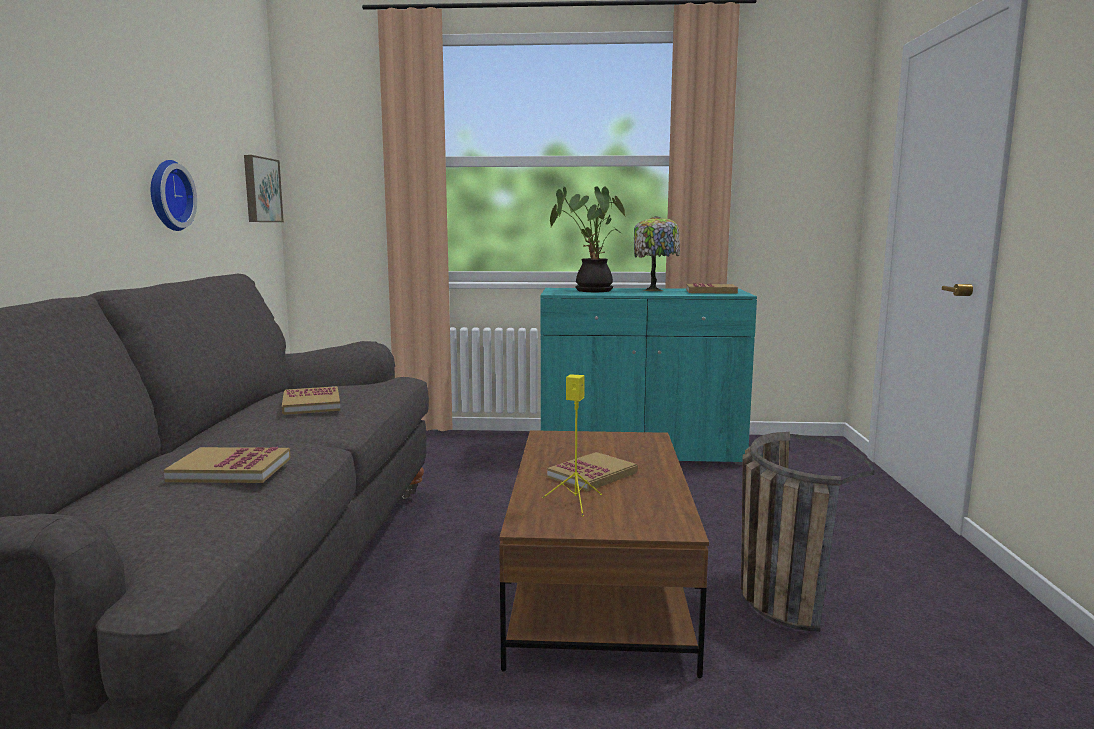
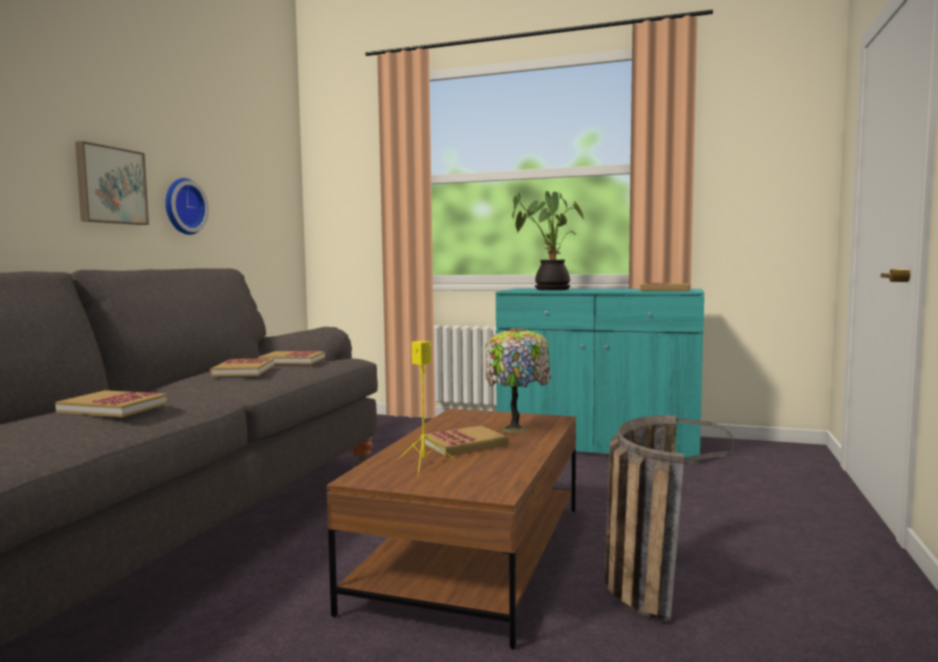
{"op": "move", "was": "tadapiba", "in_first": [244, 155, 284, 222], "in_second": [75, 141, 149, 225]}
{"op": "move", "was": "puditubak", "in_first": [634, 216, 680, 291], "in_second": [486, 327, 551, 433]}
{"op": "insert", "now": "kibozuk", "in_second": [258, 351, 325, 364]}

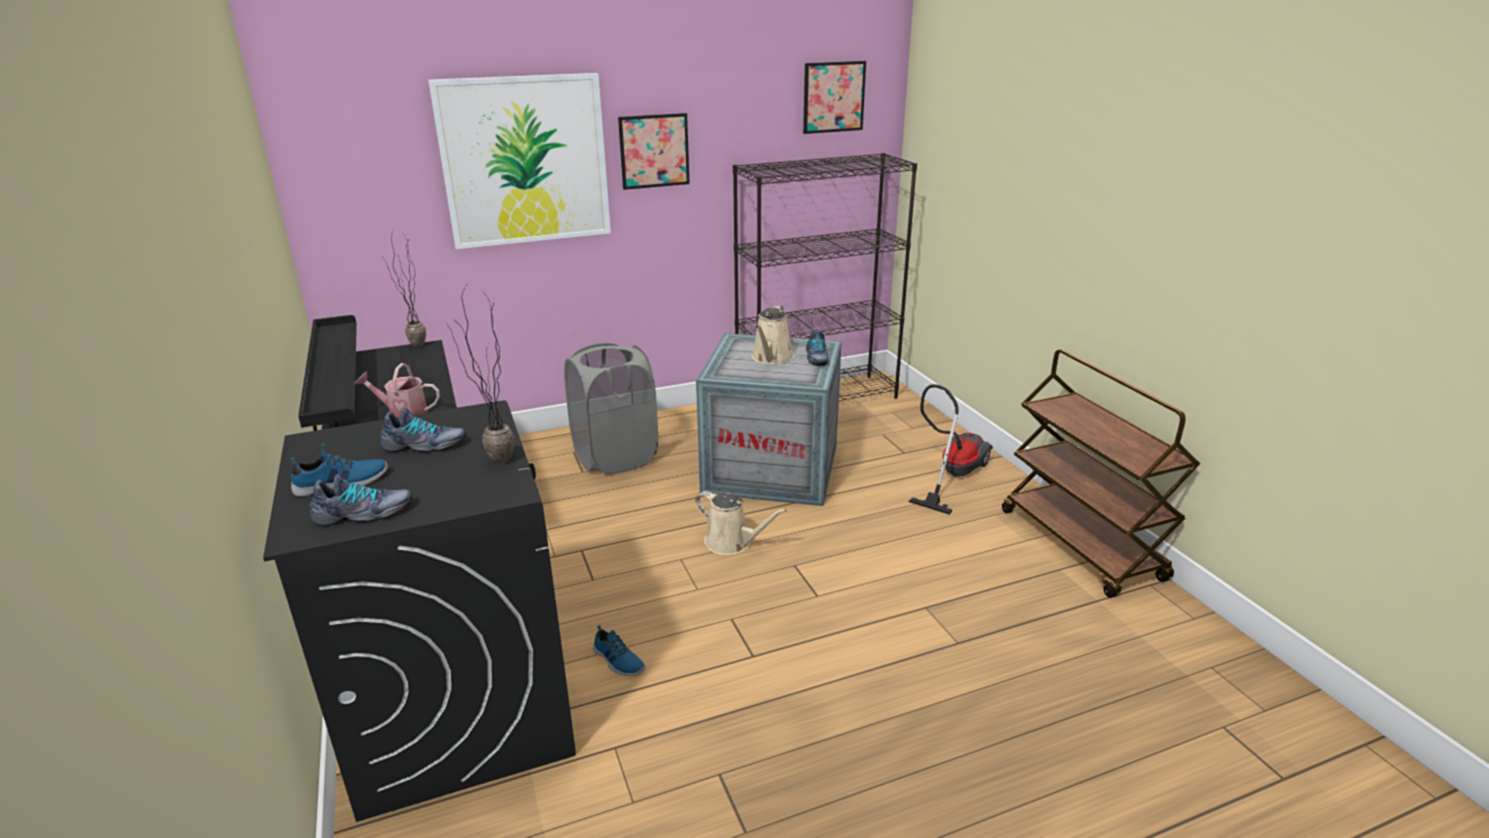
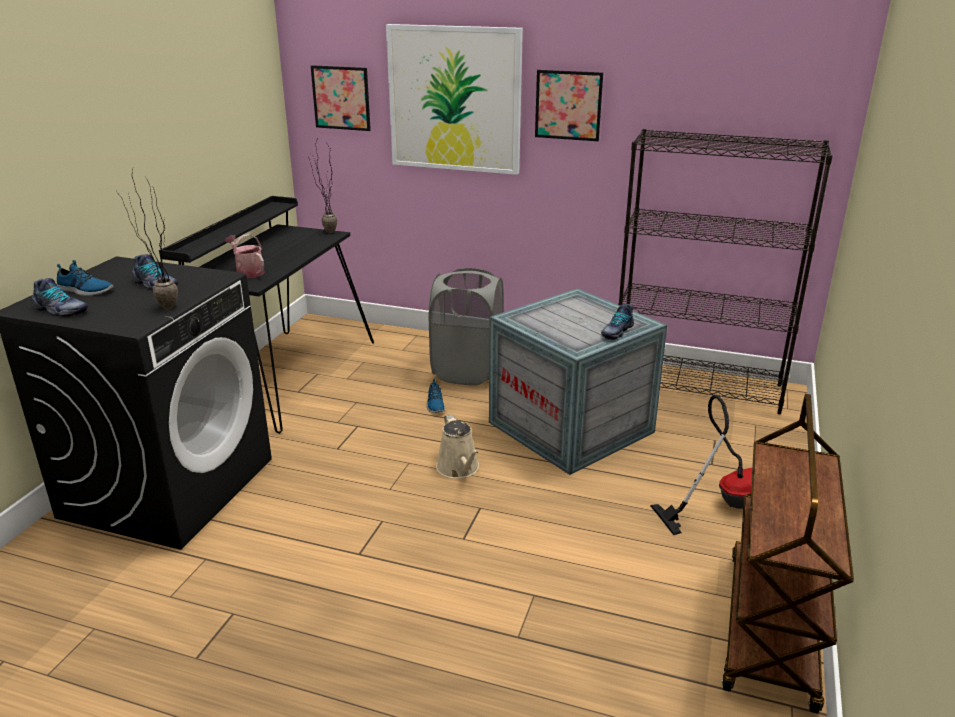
{"op": "move", "was": "tadapiba", "in_first": [803, 61, 866, 134], "in_second": [311, 65, 371, 131]}
{"op": "delete", "was": "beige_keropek", "in_first": [751, 306, 794, 365]}
{"op": "move", "was": "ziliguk", "in_first": [593, 625, 645, 676], "in_second": [426, 378, 445, 413]}

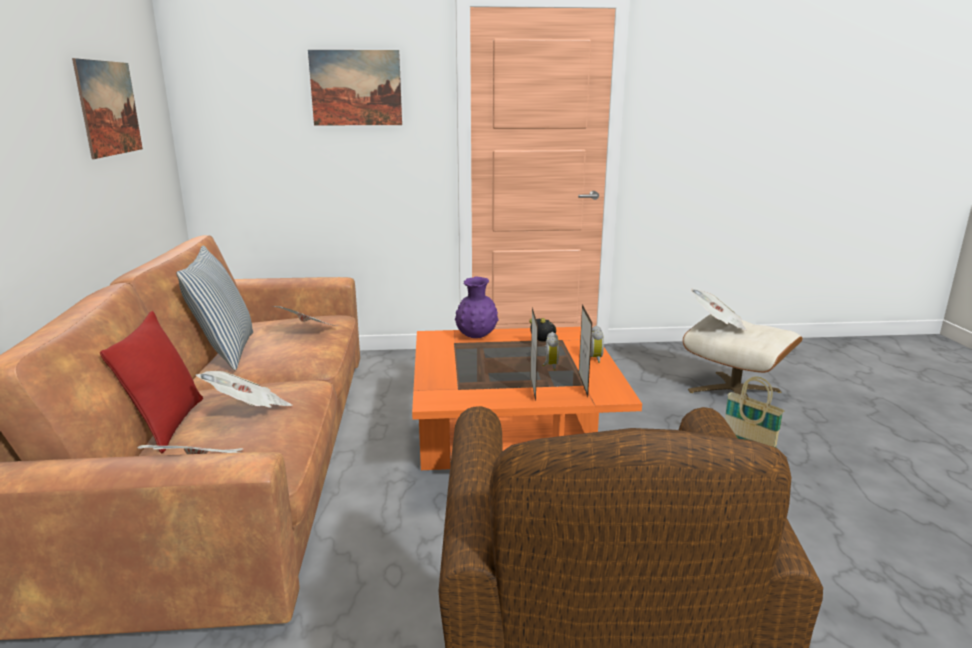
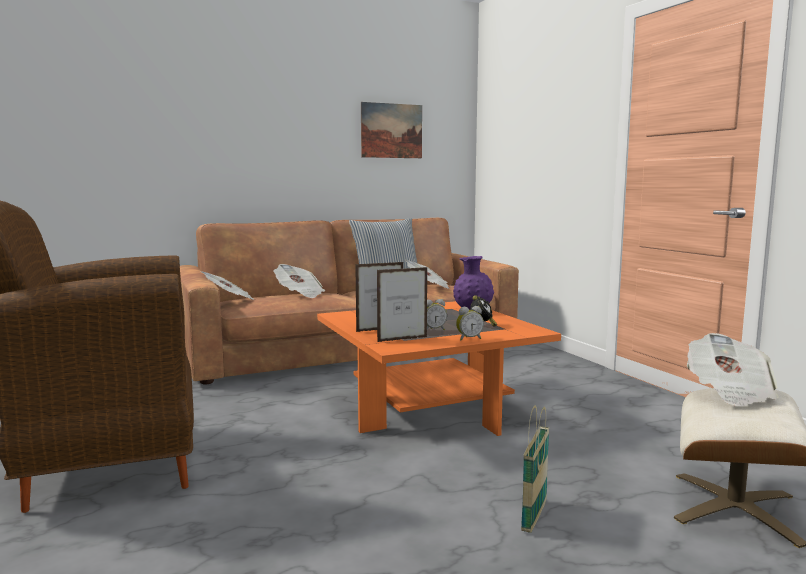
{"op": "delete", "was": "tadapiba", "in_first": [308, 50, 402, 125]}
{"op": "delete", "was": "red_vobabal", "in_first": [100, 311, 203, 453]}

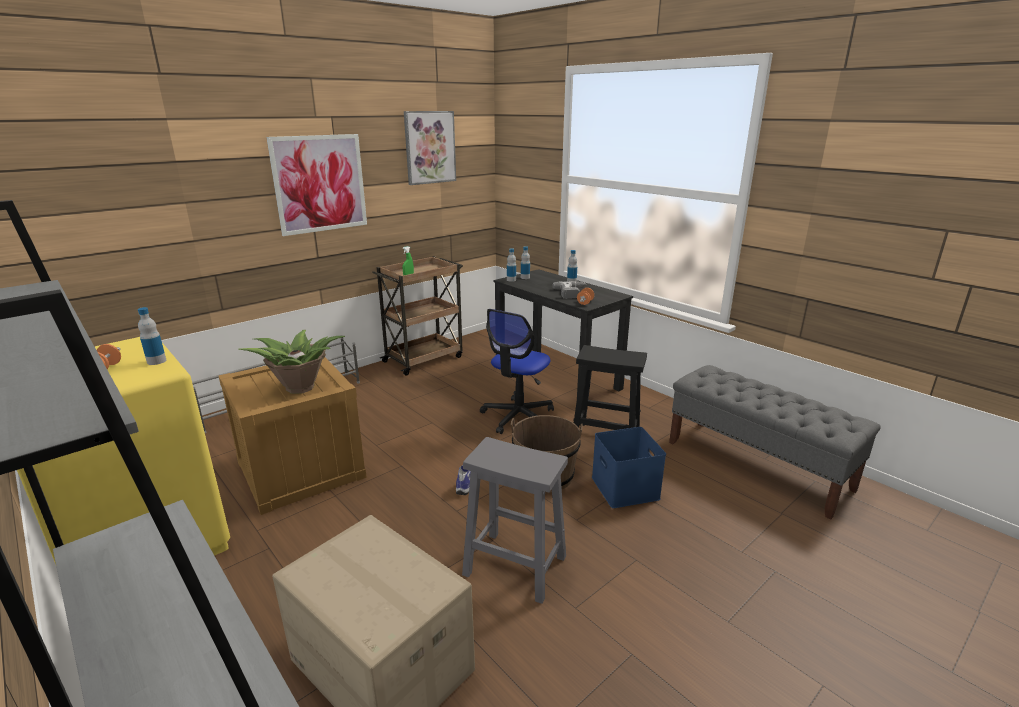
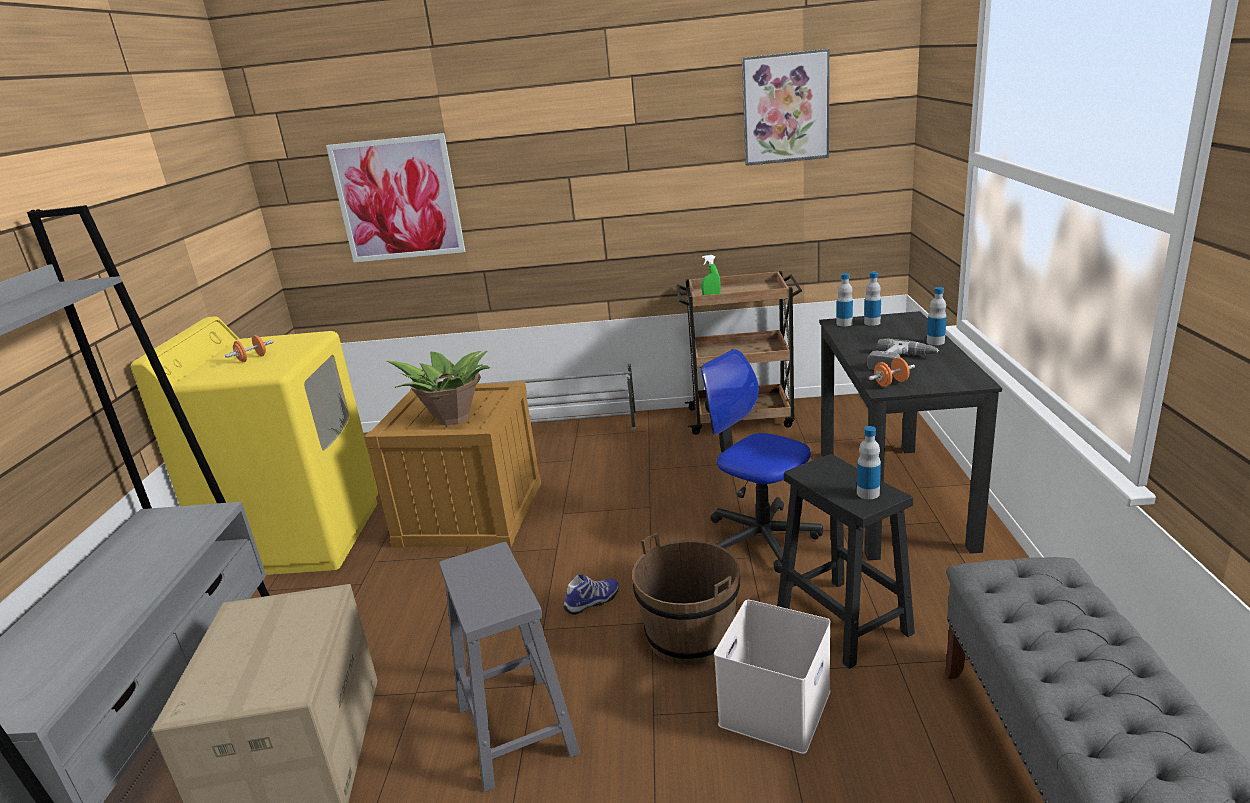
{"op": "move", "was": "tadapiba", "in_first": [266, 134, 367, 236], "in_second": [326, 133, 465, 262]}
{"op": "move", "was": "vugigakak", "in_first": [138, 307, 166, 365], "in_second": [857, 426, 881, 499]}
{"op": "rotate", "was": "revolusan", "in_first": [480, 309, 554, 434], "in_second": [701, 349, 823, 573], "clockwise": 60}
{"op": "recolor", "was": "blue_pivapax", "now": "white_pivapax", "in_first": [592, 427, 666, 508], "in_second": [714, 600, 831, 754]}

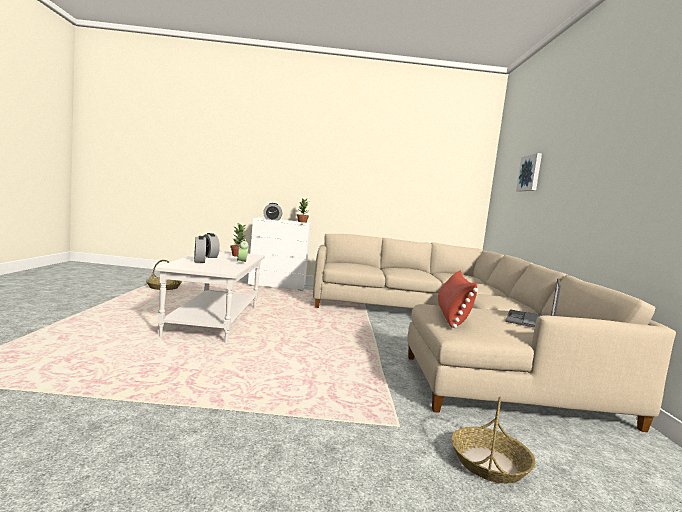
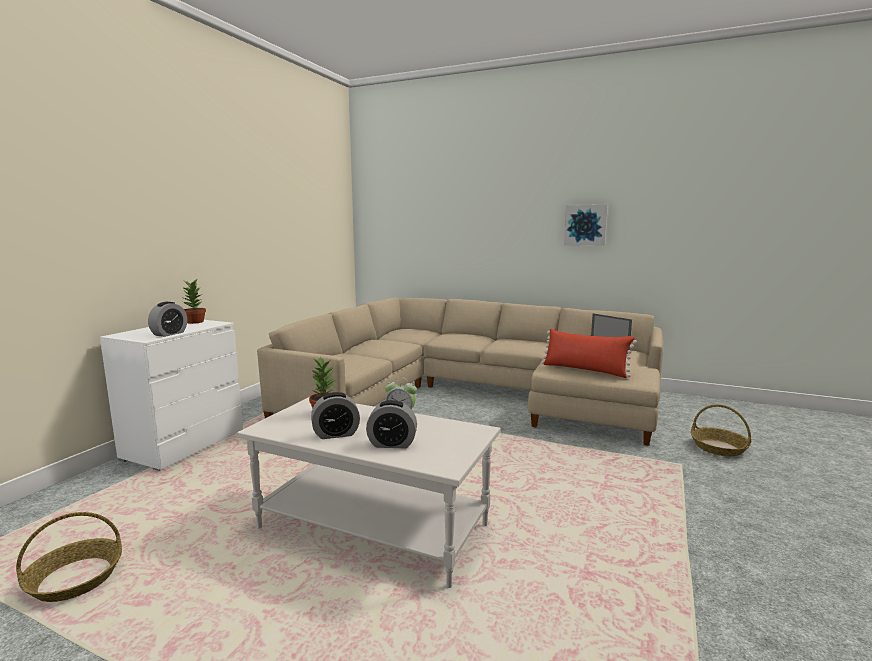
{"op": "move", "was": "tadapiba", "in_first": [516, 153, 542, 192], "in_second": [564, 205, 608, 246]}

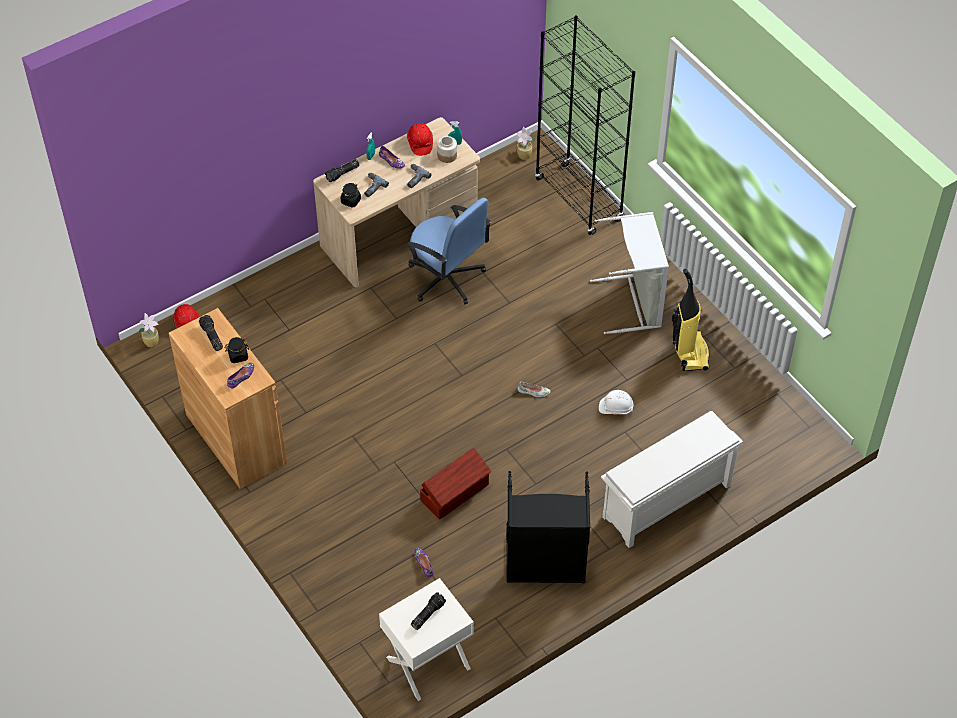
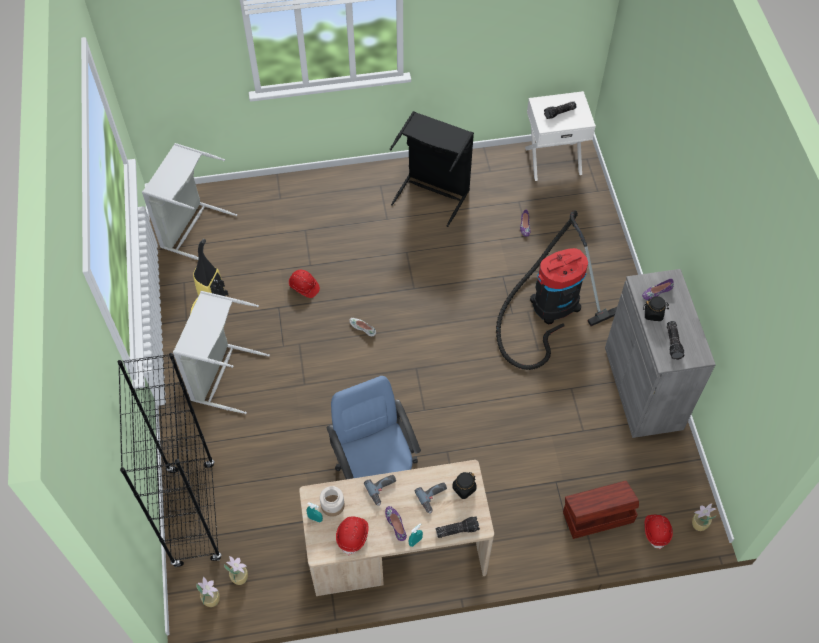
{"op": "recolor", "was": "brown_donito", "now": "grey_donito", "in_first": [169, 308, 287, 489], "in_second": [605, 269, 716, 438]}
{"op": "recolor", "was": "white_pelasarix", "now": "red_pelasarix", "in_first": [599, 390, 633, 415], "in_second": [289, 270, 320, 298]}
{"op": "delete", "was": "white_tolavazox", "in_first": [601, 411, 743, 548]}
{"op": "move", "was": "brown_pivapax", "in_first": [420, 447, 491, 520], "in_second": [563, 481, 639, 539]}
{"op": "insert", "now": "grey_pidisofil", "in_second": [142, 143, 237, 260]}
{"op": "insert", "now": "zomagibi", "in_second": [496, 210, 617, 370]}
{"op": "insert", "now": "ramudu", "in_second": [224, 556, 248, 585]}

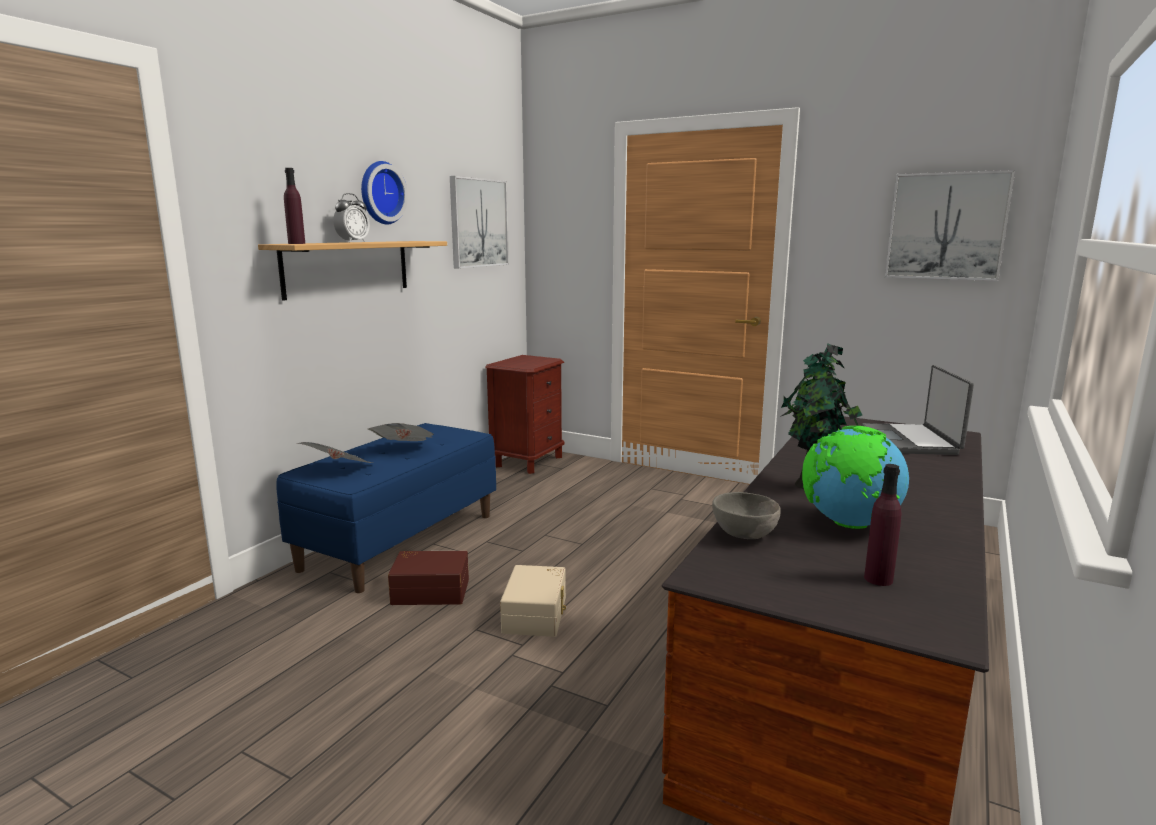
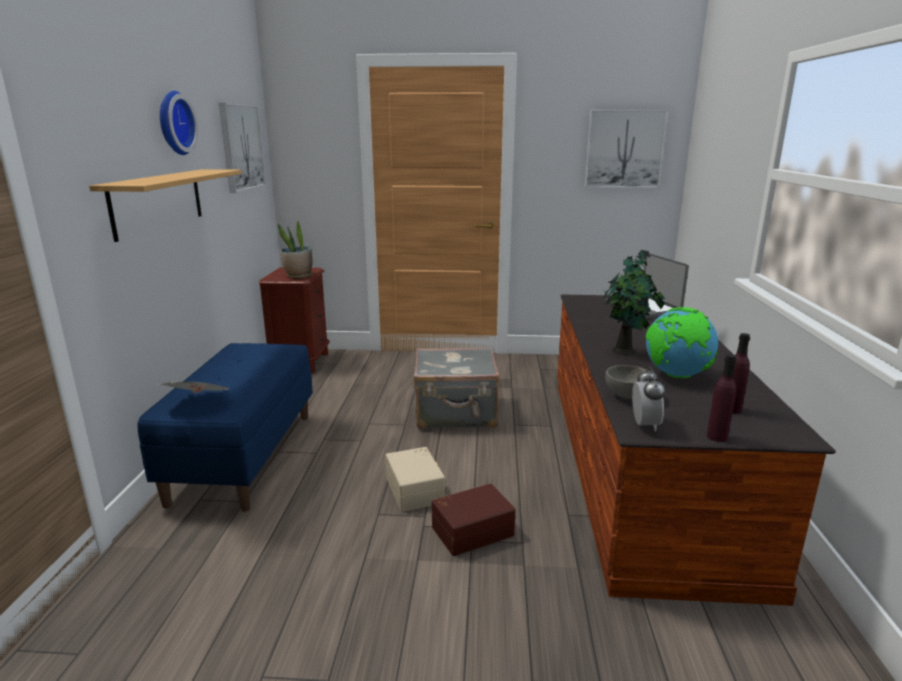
{"op": "move", "was": "purple_vugigakak", "in_first": [284, 168, 305, 244], "in_second": [707, 354, 737, 442]}
{"op": "move", "was": "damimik", "in_first": [333, 193, 370, 242], "in_second": [632, 366, 665, 431]}
{"op": "delete", "was": "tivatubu", "in_first": [368, 423, 434, 441]}
{"op": "move", "was": "brown_pivapax", "in_first": [388, 551, 469, 605], "in_second": [432, 483, 516, 556]}
{"op": "insert", "now": "ramudu", "in_second": [278, 220, 312, 278]}
{"op": "insert", "now": "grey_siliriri", "in_second": [414, 347, 500, 428]}

